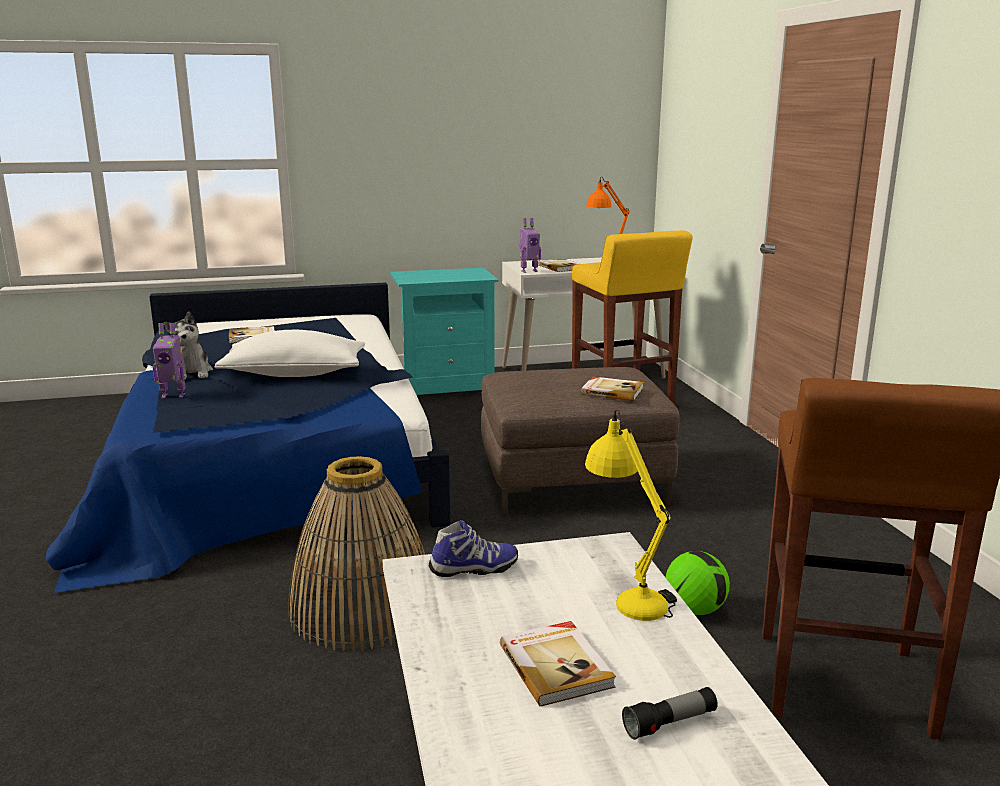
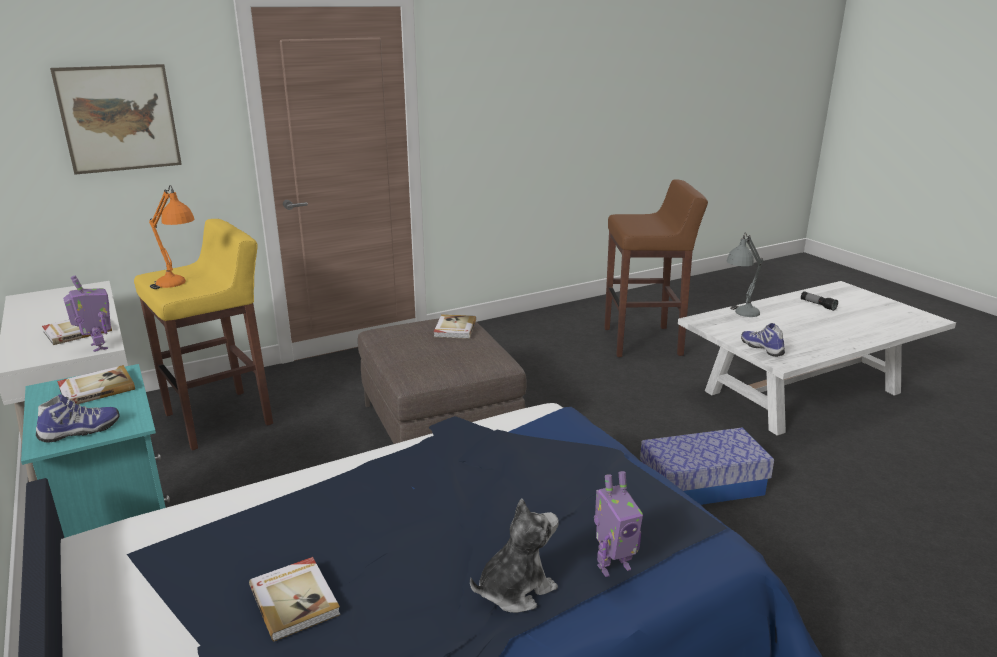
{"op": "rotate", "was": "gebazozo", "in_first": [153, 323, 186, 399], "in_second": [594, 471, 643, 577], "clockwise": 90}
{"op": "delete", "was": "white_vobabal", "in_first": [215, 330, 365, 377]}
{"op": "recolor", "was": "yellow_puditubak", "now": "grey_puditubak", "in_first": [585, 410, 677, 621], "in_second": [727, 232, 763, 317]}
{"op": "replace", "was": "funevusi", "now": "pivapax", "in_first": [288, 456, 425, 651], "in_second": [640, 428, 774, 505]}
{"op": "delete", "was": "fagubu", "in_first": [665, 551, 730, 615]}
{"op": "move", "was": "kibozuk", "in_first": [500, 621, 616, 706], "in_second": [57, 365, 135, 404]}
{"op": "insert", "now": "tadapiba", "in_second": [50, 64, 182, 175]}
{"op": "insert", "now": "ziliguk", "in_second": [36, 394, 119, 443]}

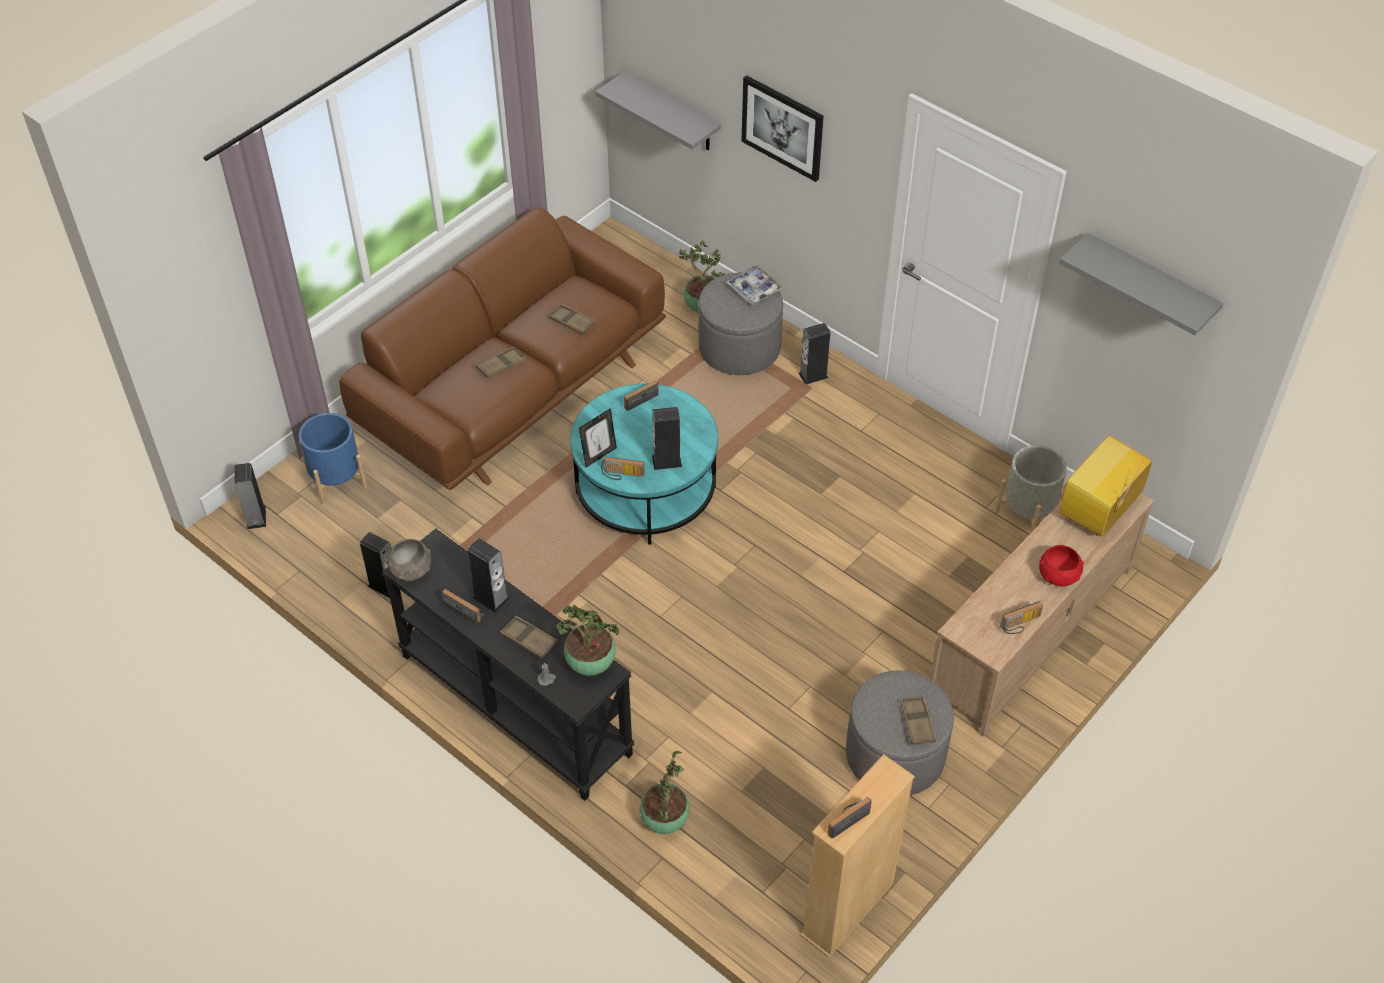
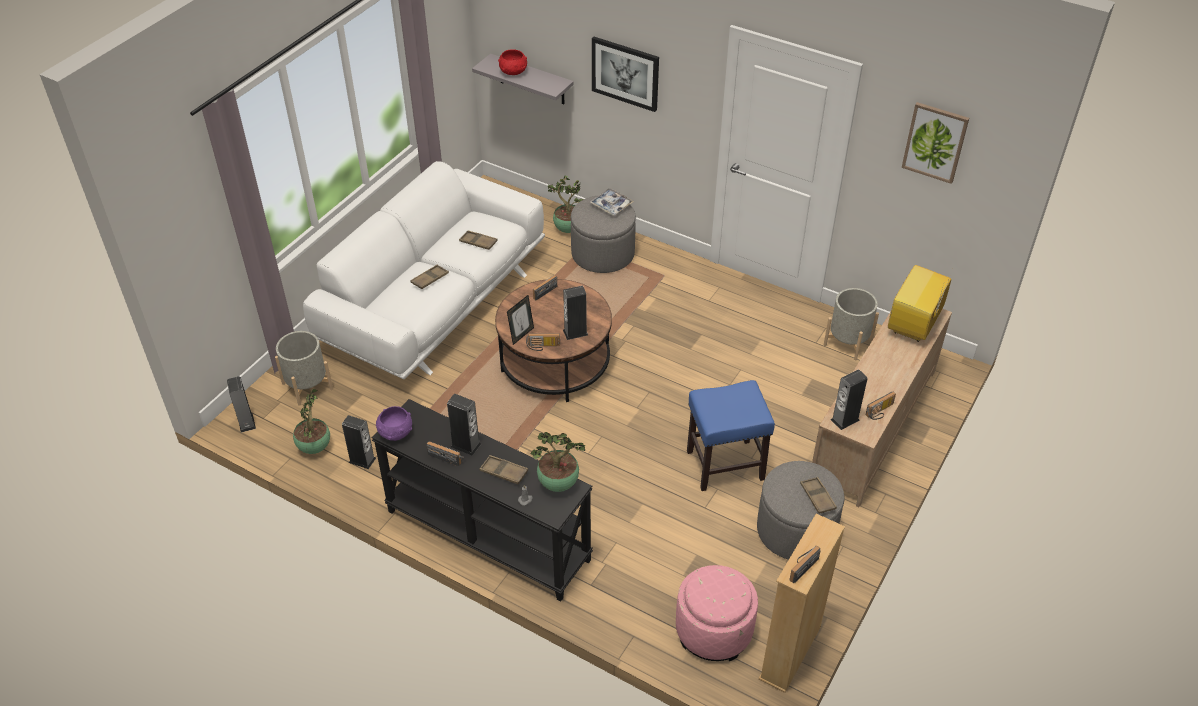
{"op": "recolor", "was": "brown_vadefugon", "now": "white_vadefugon", "in_first": [340, 207, 666, 490], "in_second": [303, 161, 545, 379]}
{"op": "replace", "was": "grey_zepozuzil", "now": "tadapiba", "in_first": [1059, 233, 1223, 335], "in_second": [902, 102, 969, 184]}
{"op": "move", "was": "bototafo", "in_first": [798, 323, 830, 384], "in_second": [831, 369, 867, 430]}
{"op": "recolor", "was": "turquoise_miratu", "now": "brown_miratu", "in_first": [570, 384, 718, 545], "in_second": [495, 279, 612, 402]}
{"op": "recolor", "was": "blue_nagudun", "now": "grey_nagudun", "in_first": [299, 413, 367, 504], "in_second": [275, 331, 333, 406]}
{"op": "recolor", "was": "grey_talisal", "now": "purple_talisal", "in_first": [387, 539, 431, 581], "in_second": [376, 406, 412, 441]}
{"op": "move", "was": "red_talisal", "in_first": [1039, 545, 1084, 586], "in_second": [498, 49, 527, 75]}
{"op": "move", "was": "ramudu", "in_first": [640, 751, 690, 834], "in_second": [293, 389, 330, 454]}
{"op": "insert", "now": "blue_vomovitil", "in_second": [687, 380, 775, 491]}
{"op": "insert", "now": "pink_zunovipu", "in_second": [676, 565, 758, 661]}

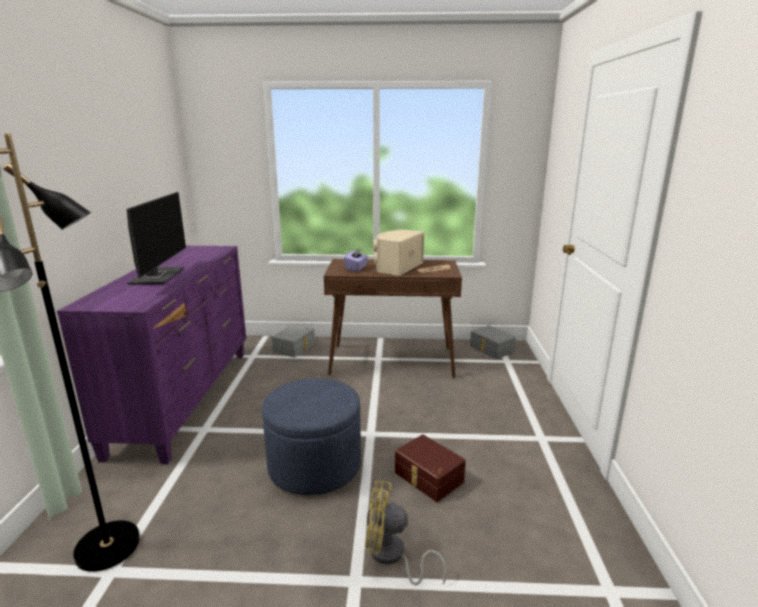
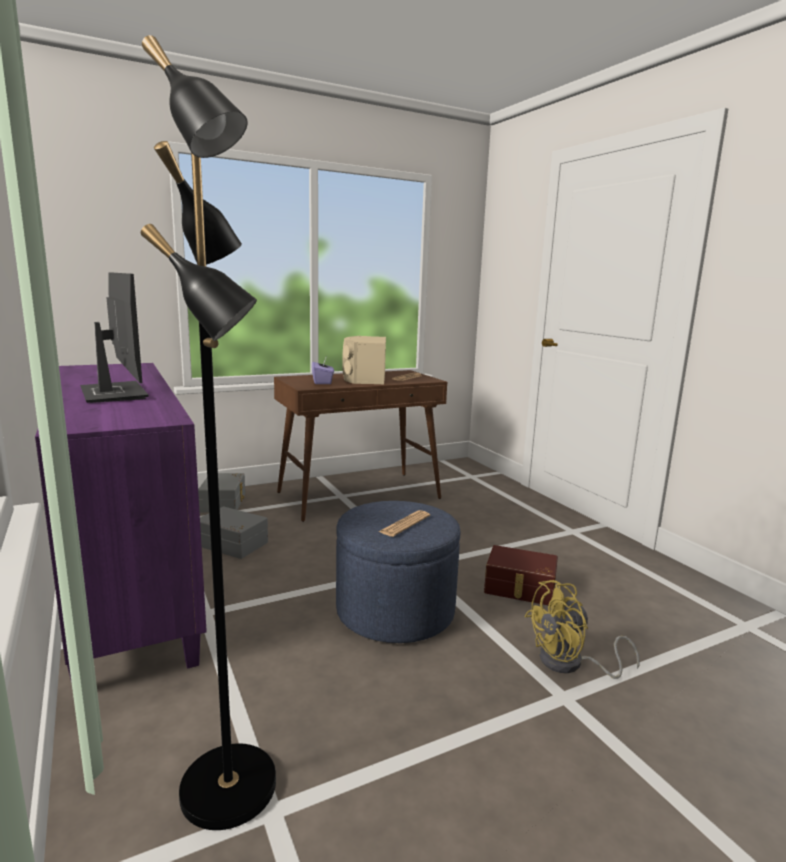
{"op": "move", "was": "grey_pivapax", "in_first": [470, 325, 516, 359], "in_second": [200, 507, 268, 559]}
{"op": "insert", "now": "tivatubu", "in_second": [379, 510, 430, 537]}

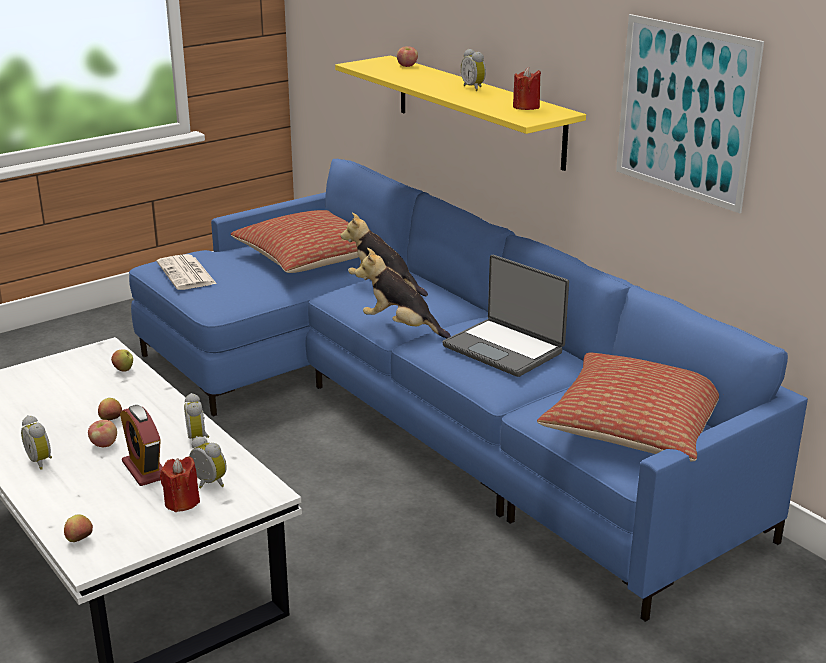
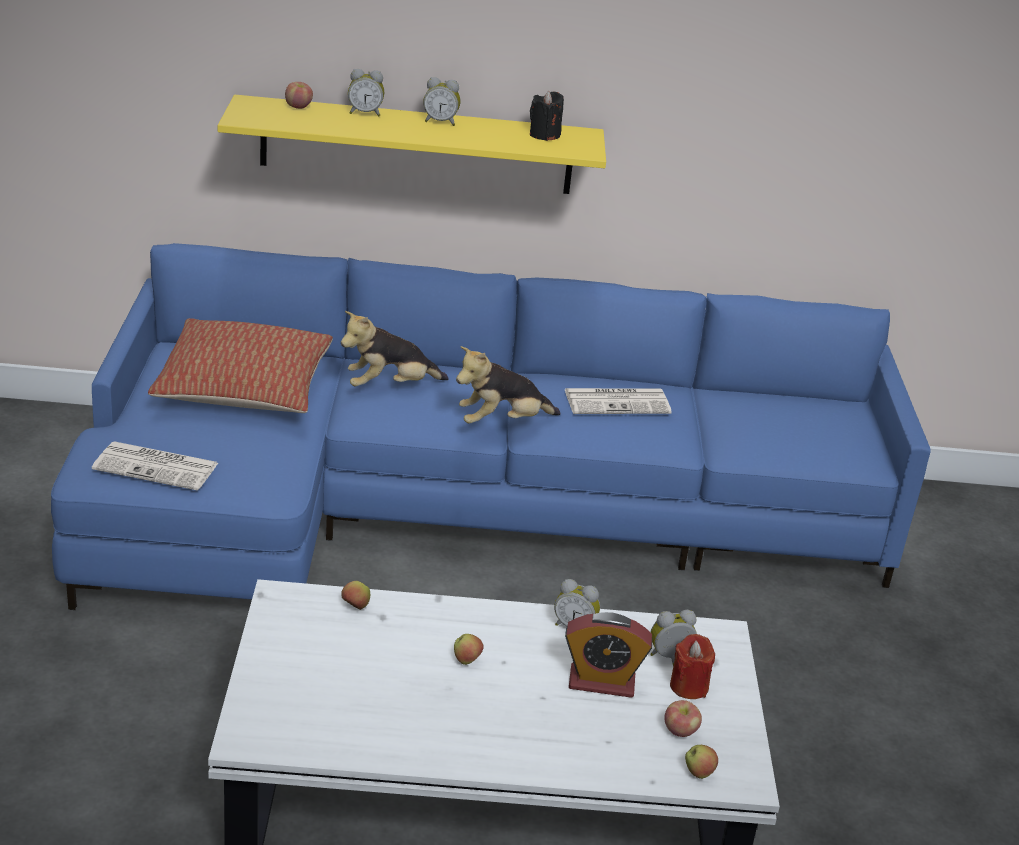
{"op": "delete", "was": "tadapiba", "in_first": [616, 14, 764, 213]}
{"op": "recolor", "was": "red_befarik", "now": "black_befarik", "in_first": [513, 67, 541, 110], "in_second": [530, 91, 564, 141]}
{"op": "replace", "was": "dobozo", "now": "tivatubu", "in_first": [442, 255, 569, 377], "in_second": [565, 388, 672, 414]}
{"op": "delete", "was": "vobabal", "in_first": [537, 352, 719, 462]}
{"op": "move", "was": "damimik", "in_first": [21, 415, 52, 470], "in_second": [348, 69, 384, 117]}
{"op": "move", "was": "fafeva", "in_first": [88, 420, 117, 447], "in_second": [664, 700, 702, 737]}

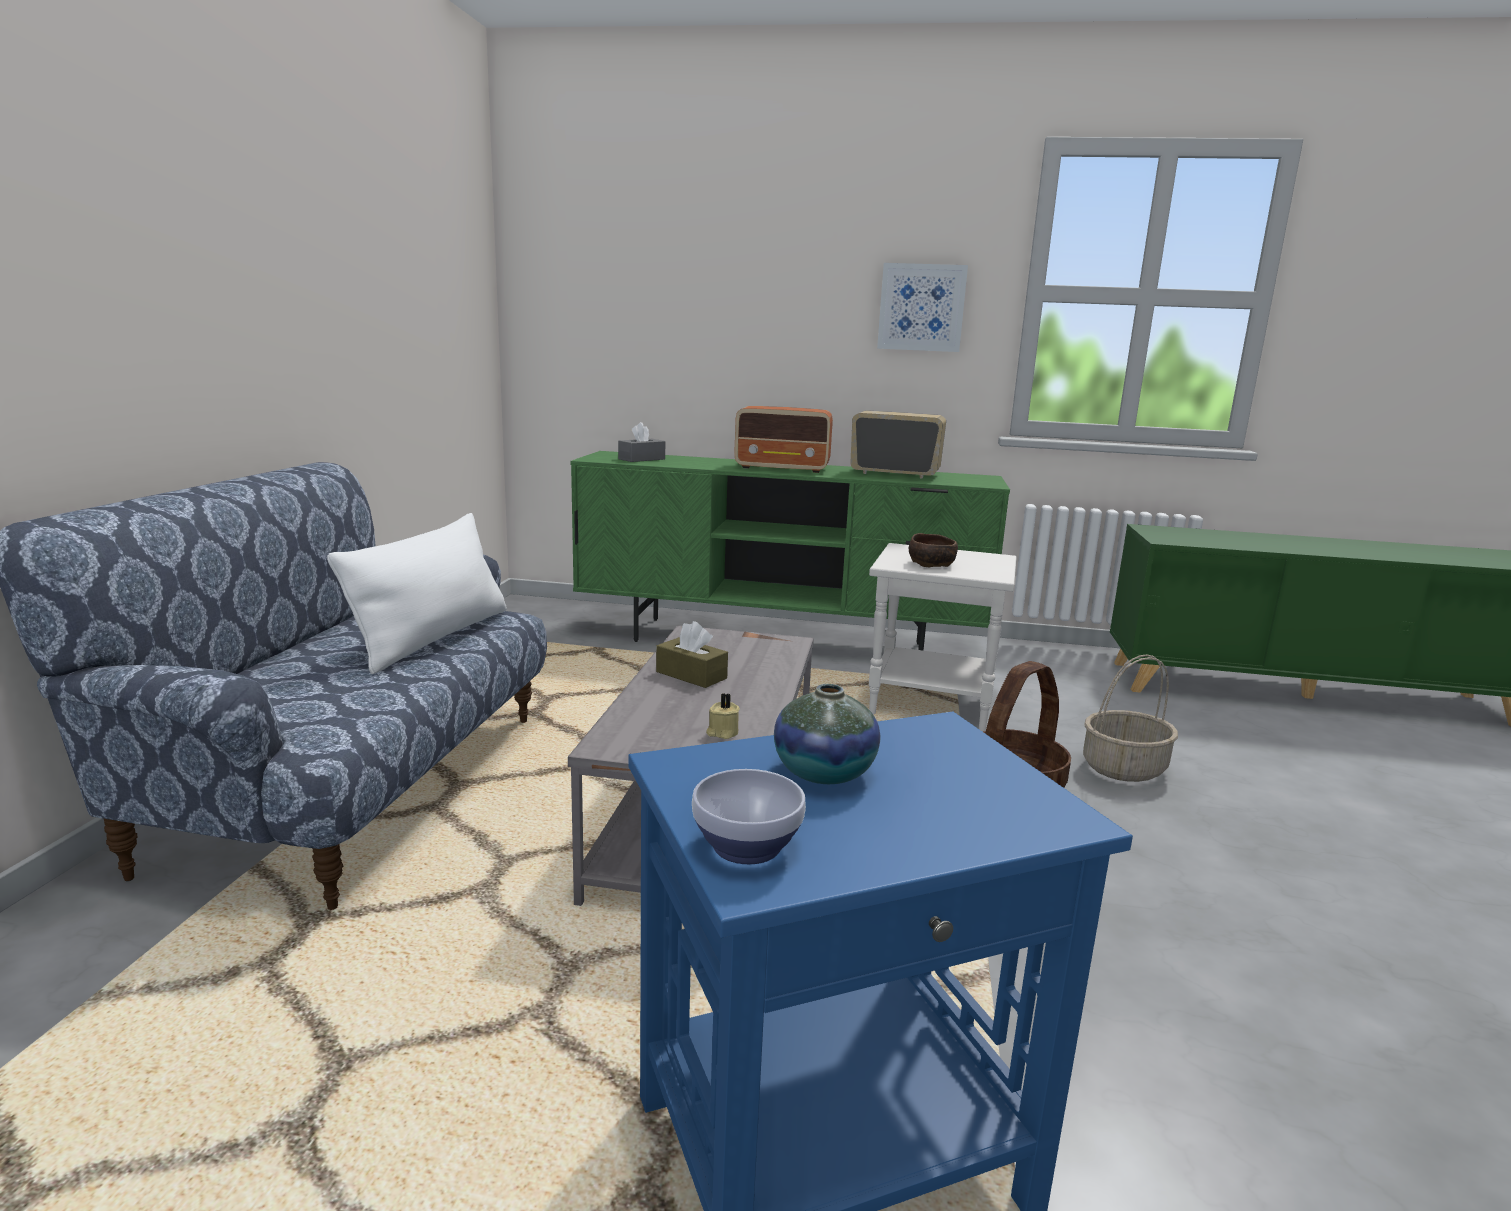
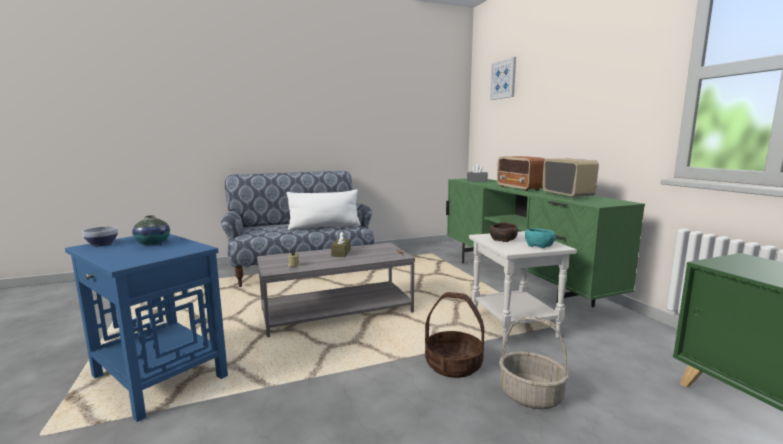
{"op": "move", "was": "tadapiba", "in_first": [877, 263, 968, 352], "in_second": [490, 57, 516, 100]}
{"op": "insert", "now": "turquoise_talisal", "in_second": [525, 228, 556, 248]}

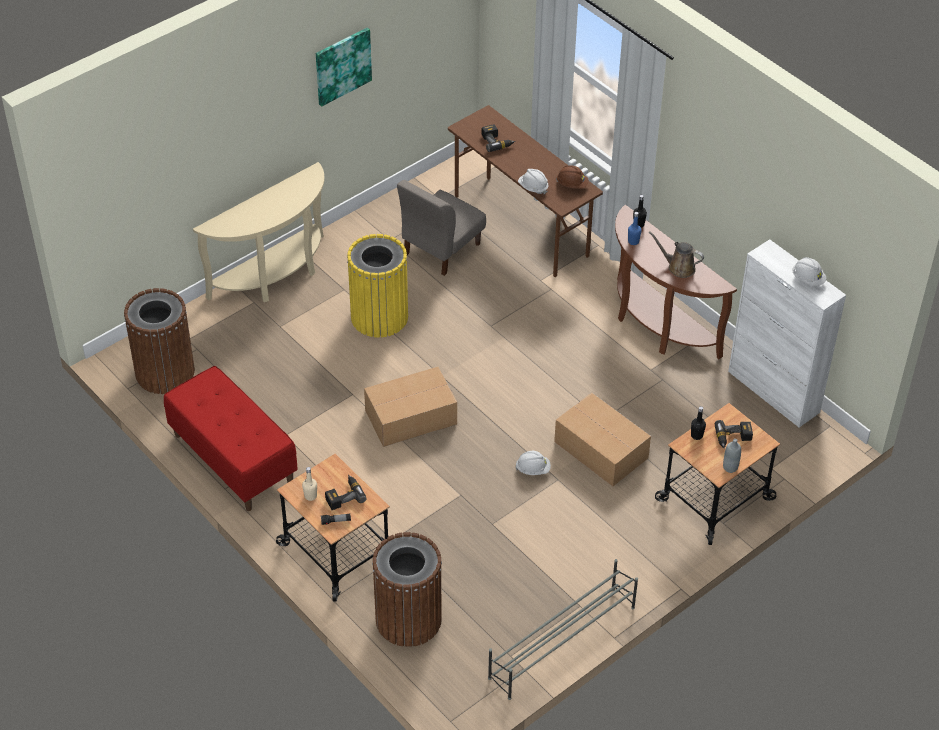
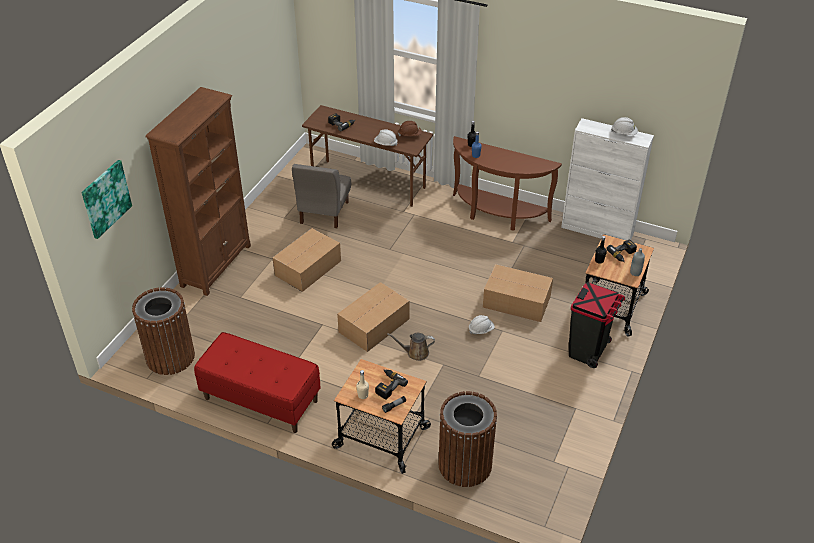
{"op": "move", "was": "tadapiba", "in_first": [316, 27, 372, 107], "in_second": [81, 160, 132, 239]}
{"op": "replace", "was": "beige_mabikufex", "now": "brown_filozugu", "in_first": [193, 162, 324, 302], "in_second": [146, 87, 251, 296]}
{"op": "move", "was": "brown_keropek", "in_first": [649, 231, 704, 278], "in_second": [387, 333, 435, 361]}
{"op": "replace", "was": "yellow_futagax", "now": "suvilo", "in_first": [347, 234, 408, 338], "in_second": [273, 228, 341, 292]}
{"op": "delete", "was": "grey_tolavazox", "in_first": [488, 559, 638, 700]}
{"op": "insert", "now": "black_futagax", "in_second": [569, 282, 625, 368]}

